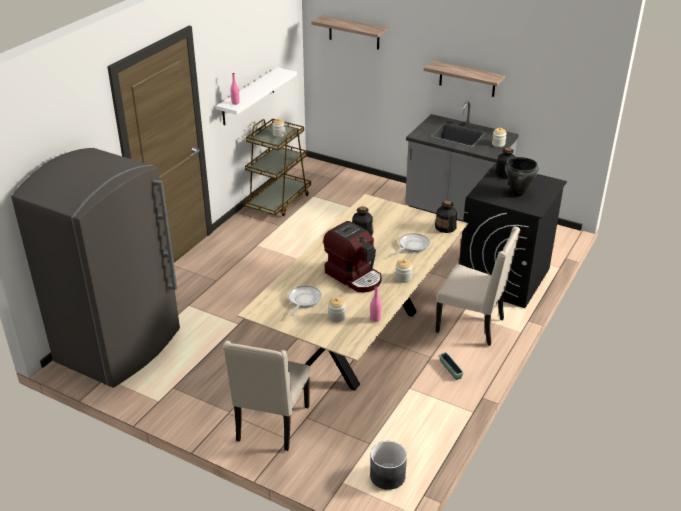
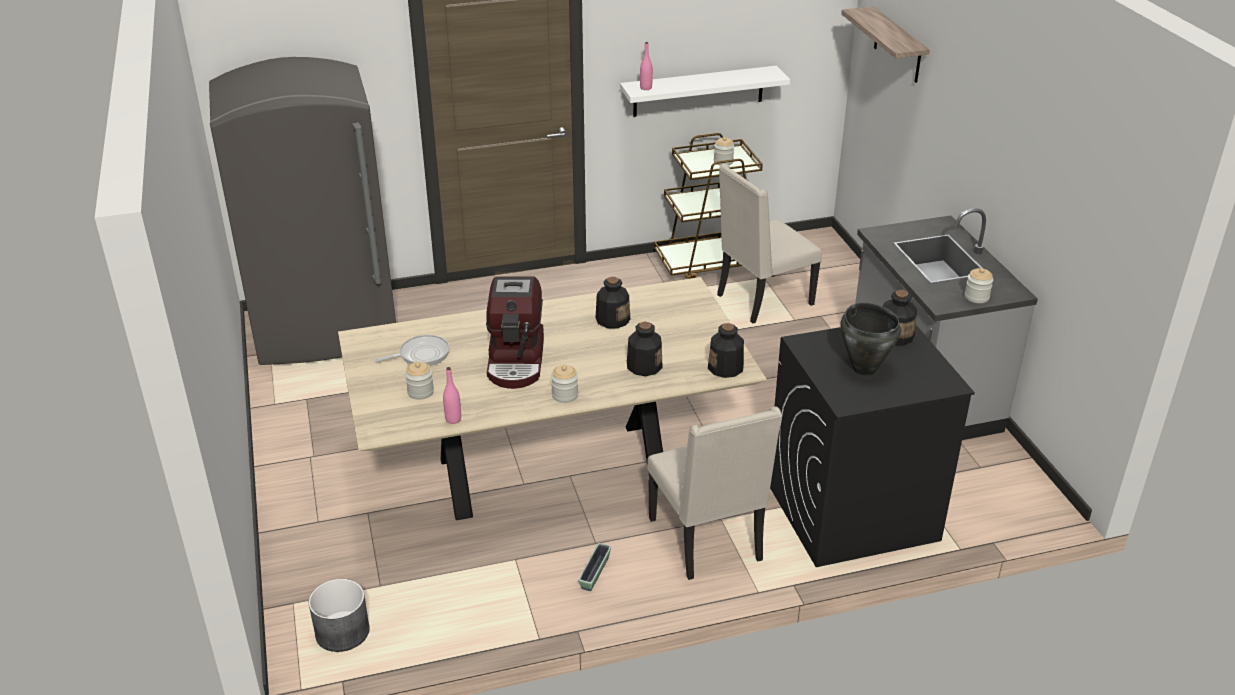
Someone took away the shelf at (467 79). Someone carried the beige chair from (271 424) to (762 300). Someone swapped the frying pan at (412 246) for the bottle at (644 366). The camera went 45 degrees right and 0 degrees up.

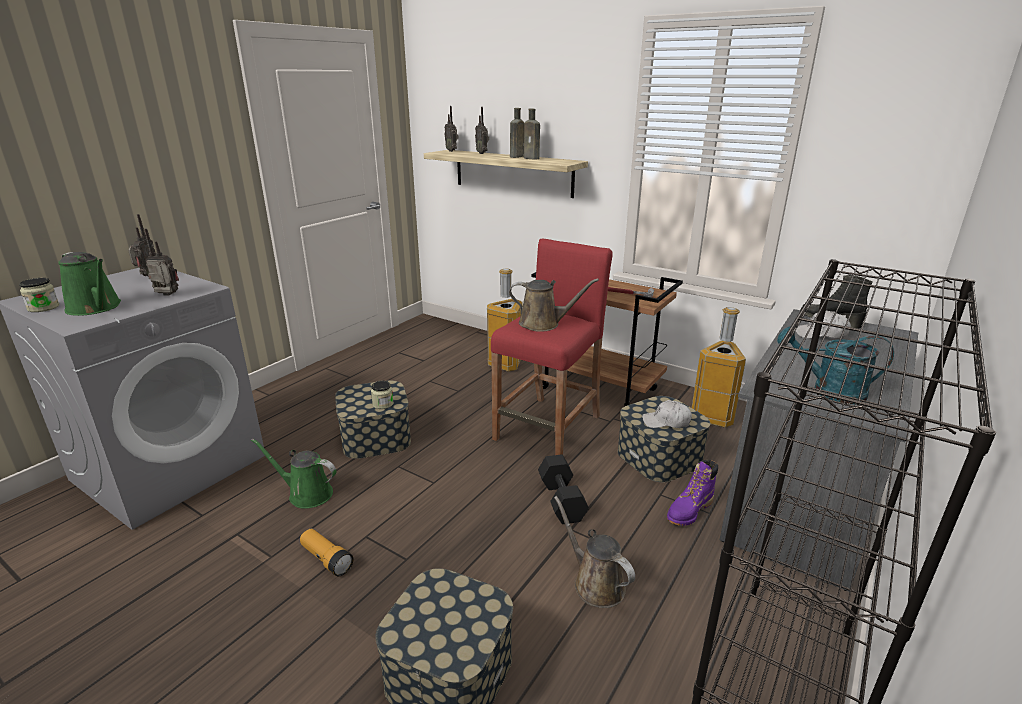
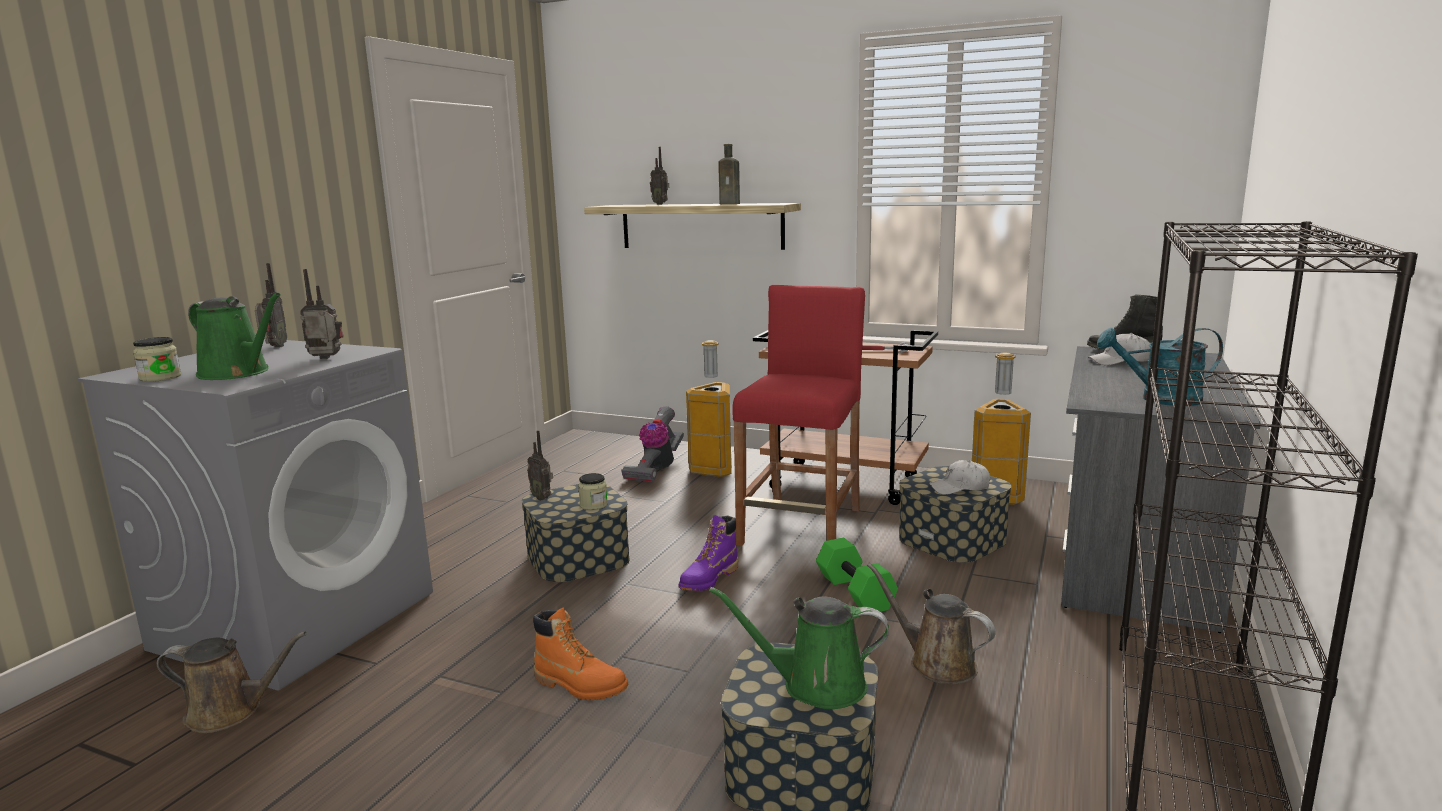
Someone took away the brown bottle at (516 157). Someone put down the vacuum cleaner at (656 469). Someone carried the green watering can from (306 494) to (815 685). Someone carried the radio from (452 151) to (542 498). Someone carried the brown watering can from (543 324) to (231 711). Someone carried the purple boot from (689 511) to (709 579). Someone swapped the flashlight at (326 559) for the orange boot at (580 685). Someone repainted the black dumbbell at (560 500), which became the green dumbbell at (853 592). The camera went 10 degrees left and 10 degrees down.

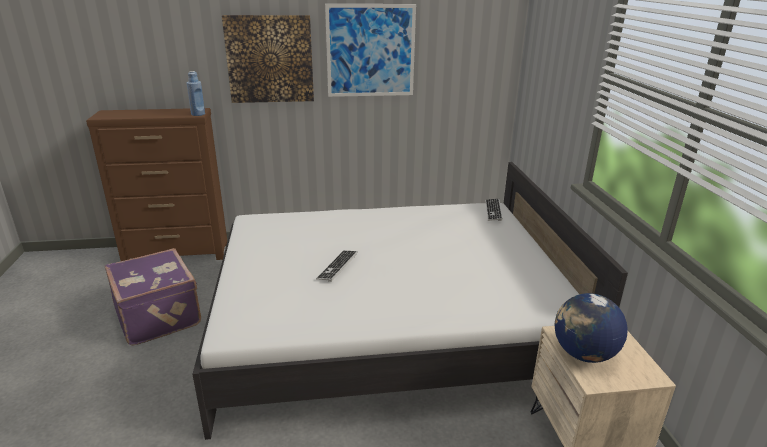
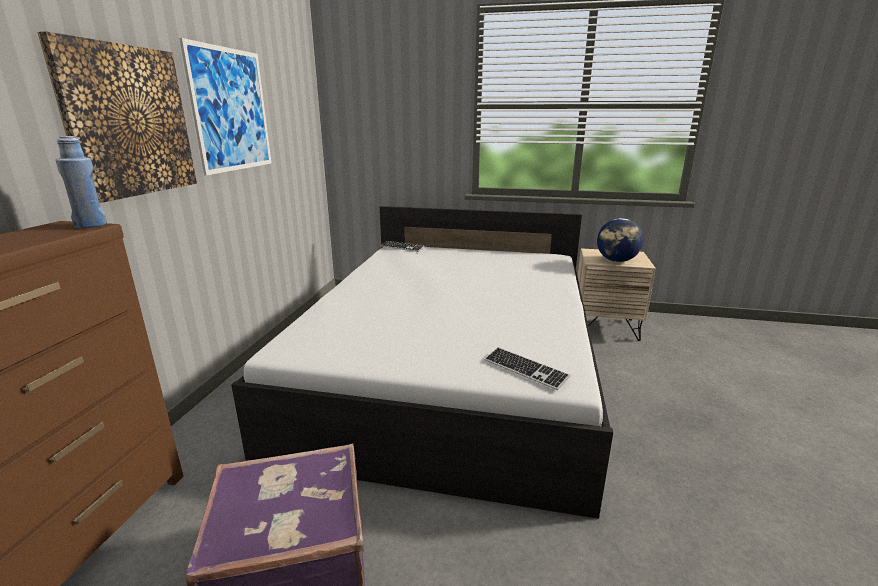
Someone carried the keyboard from (337 266) to (525 370). The camera went 70 degrees left and 5 degrees down.

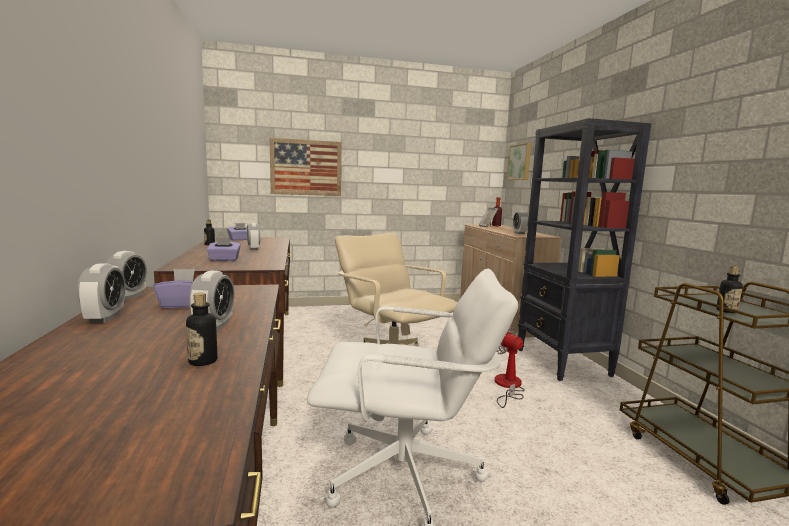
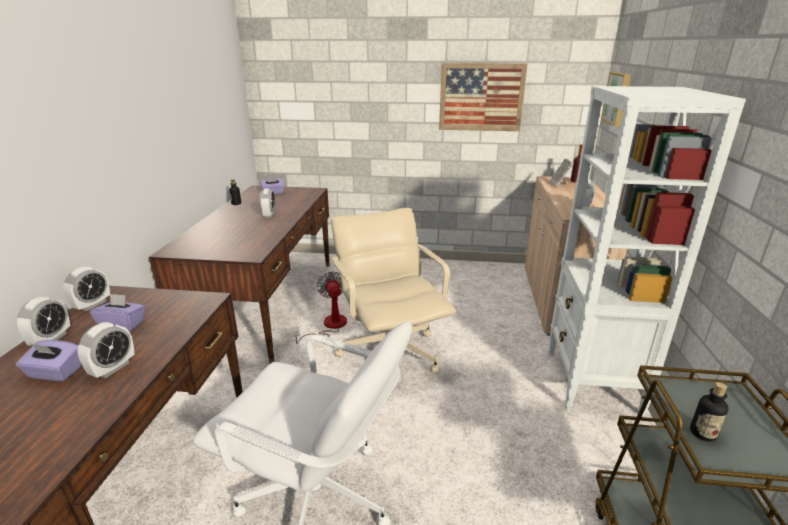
Someone took away the bottle at (203 361). Someone carried the purple tissue box from (224 260) to (55 373). Someone carried the picture from (306 167) to (481 97). Someone carried the fan from (507 386) to (329 326). Someone repainted the black bookcase at (562 362), which became the white bookcase at (592 382). The camera went 20 degrees right and 15 degrees up.

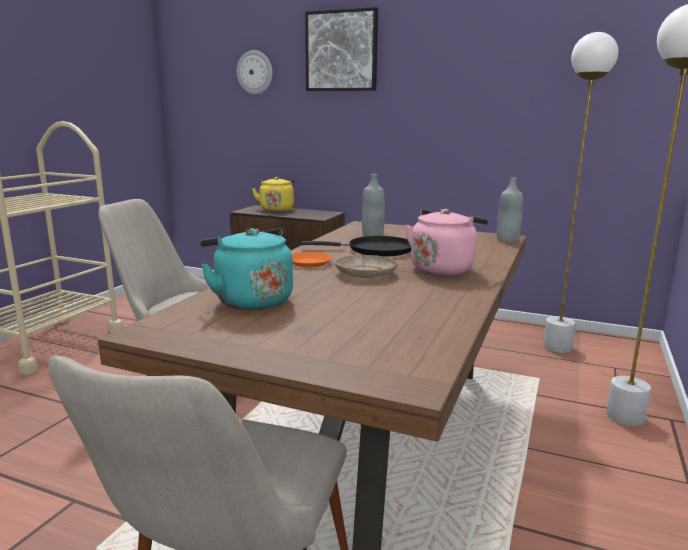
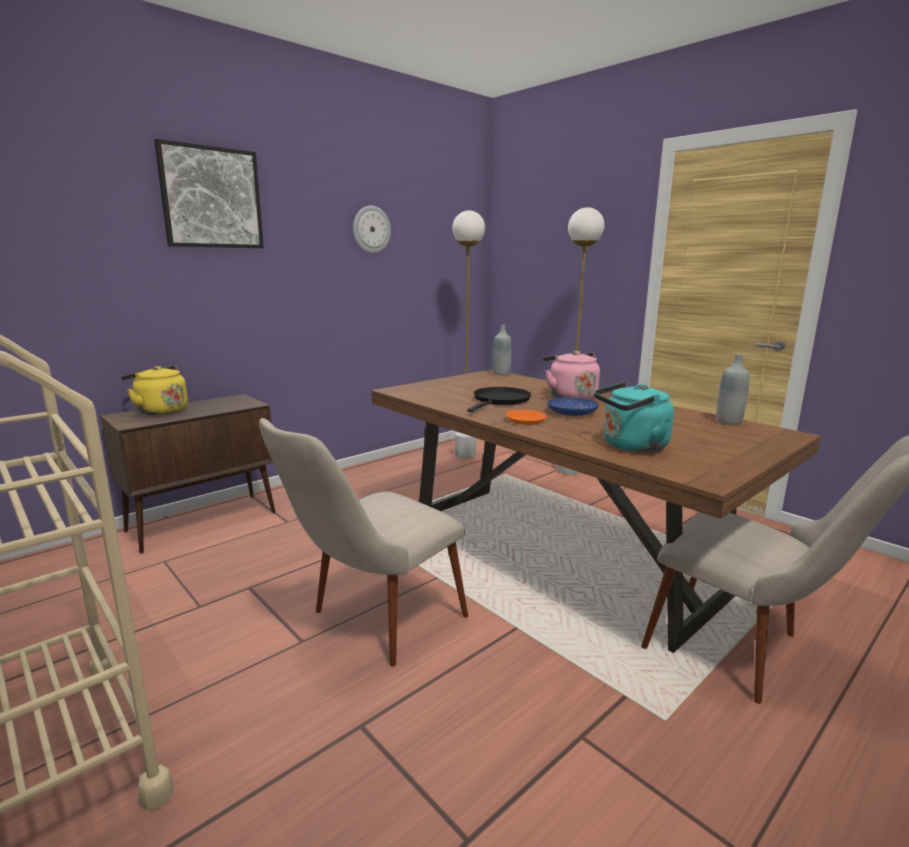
Someone carried the wall clock from (255 72) to (371 229). Someone carried the grey bottle from (372 234) to (728 422). Someone repainted the beige plate at (365 274), which became the blue plate at (571 412). The camera went 65 degrees left and 0 degrees up.

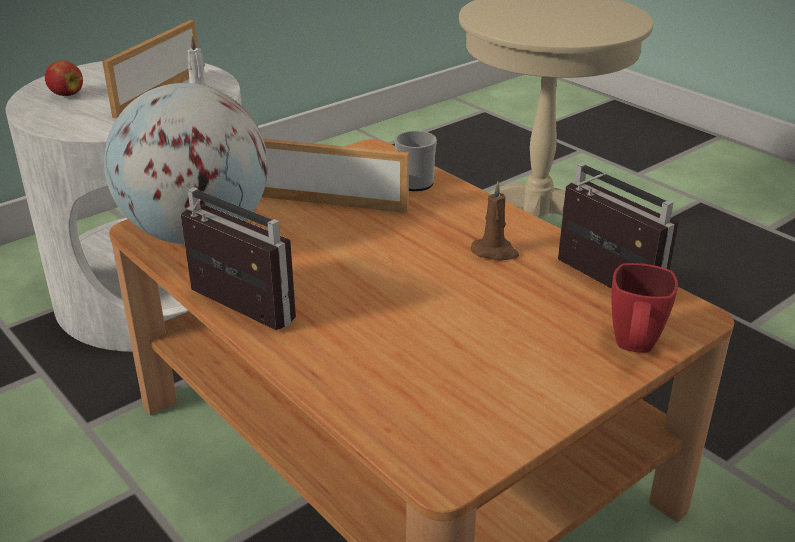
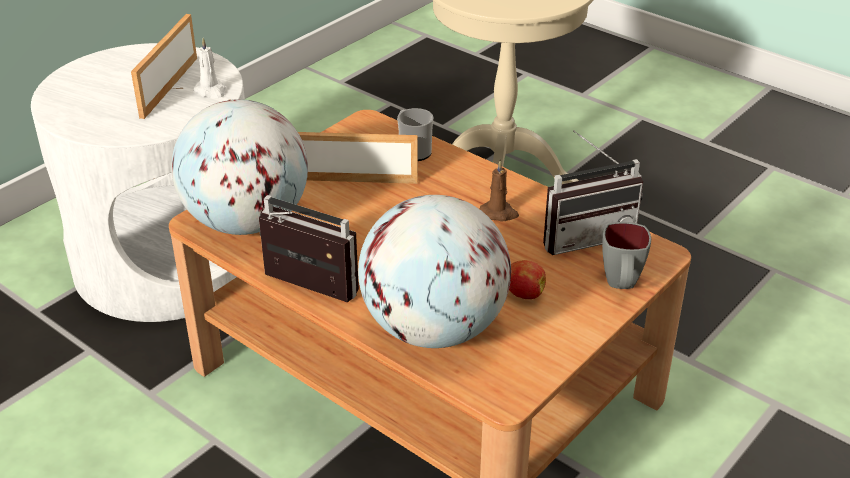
Someone put down the globe at (434 329). Someone carried the apple from (66 94) to (524 294). Someone repainted the red mug at (634 348), which became the grey mug at (621 286). Someone rotated the radio at (597 285) by 120 degrees clockwise. The camera went 10 degrees left and 5 degrees up.

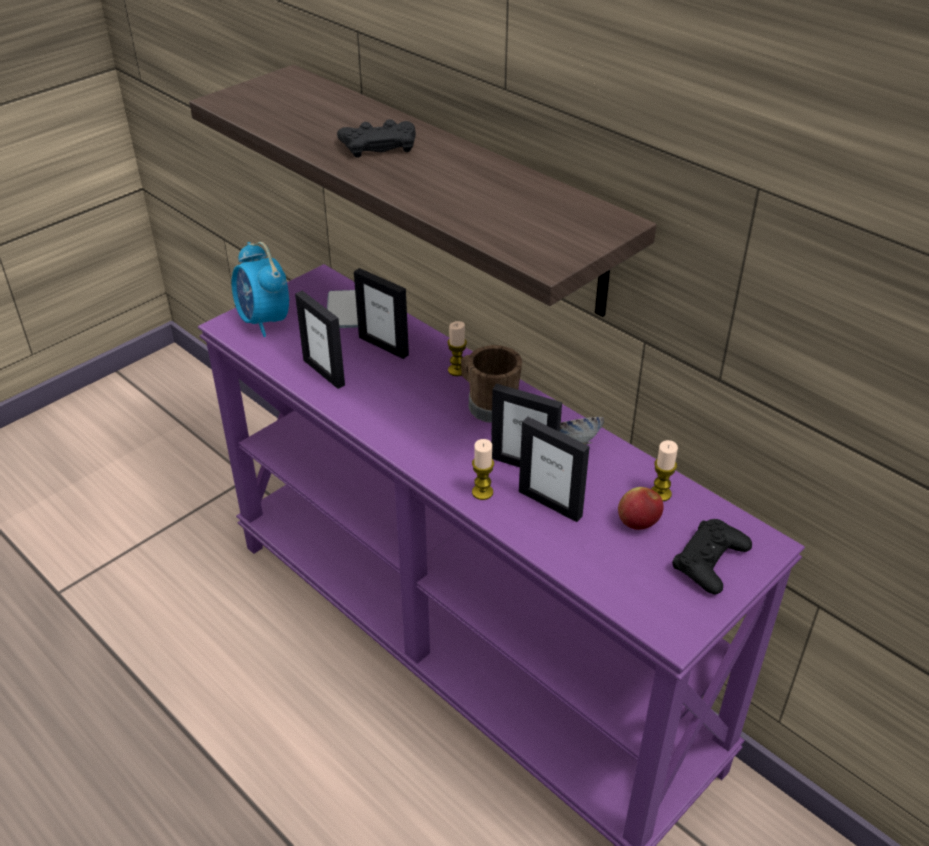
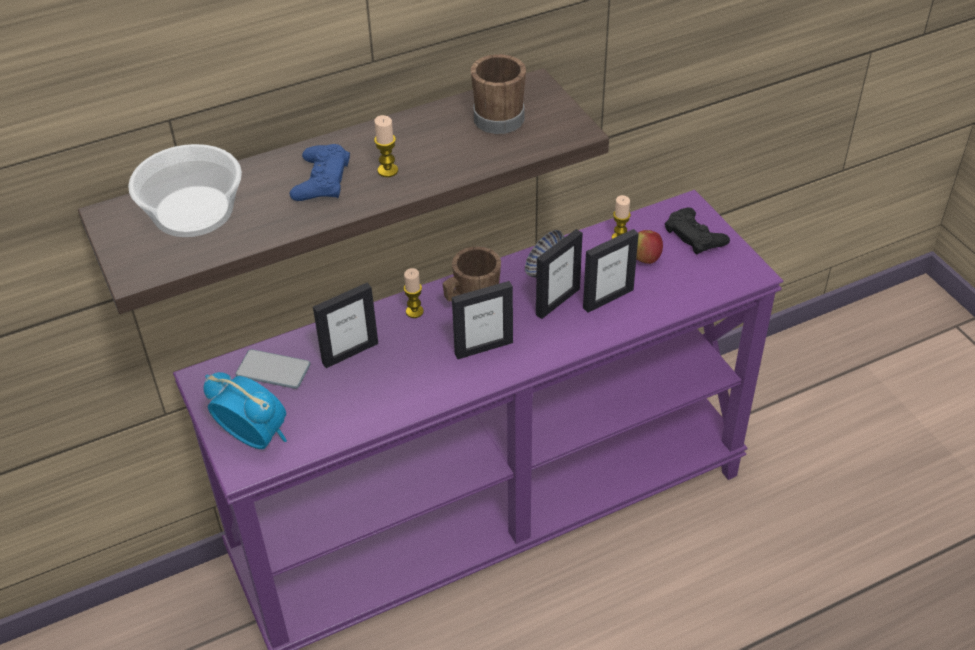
Someone put down the bowl at (192 212). Someone put down the brown mug at (499 115). Someone carried the picture frame from (324 372) to (483 348). Someone carried the candle from (482 492) to (387 170). Someone repainted the black game controller at (378 145), which became the blue game controller at (321 180). Someone rotated the alarm clock at (264 321) by 135 degrees counterclockwise. The camera went 70 degrees left and 5 degrees up.

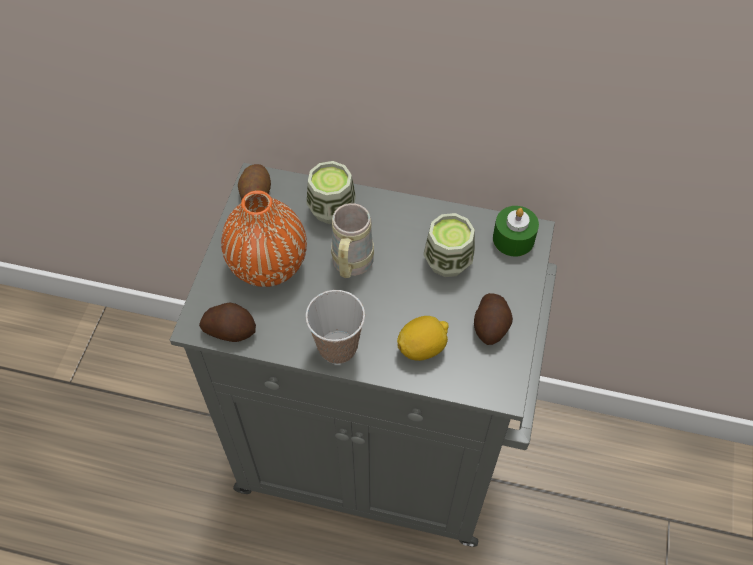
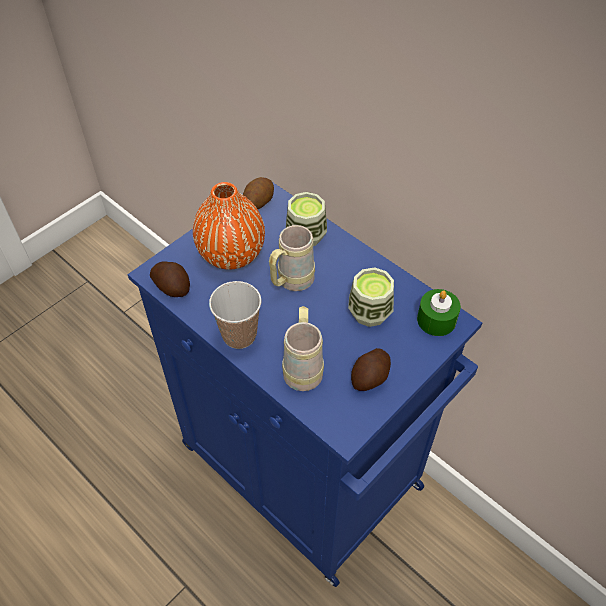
Someone swapped the lemon at (422 347) for the beige mug at (303 367). Someone repainted the grey cabinet at (377 449), which became the blue cabinet at (305 470). The camera went 30 degrees right and 5 degrees down.

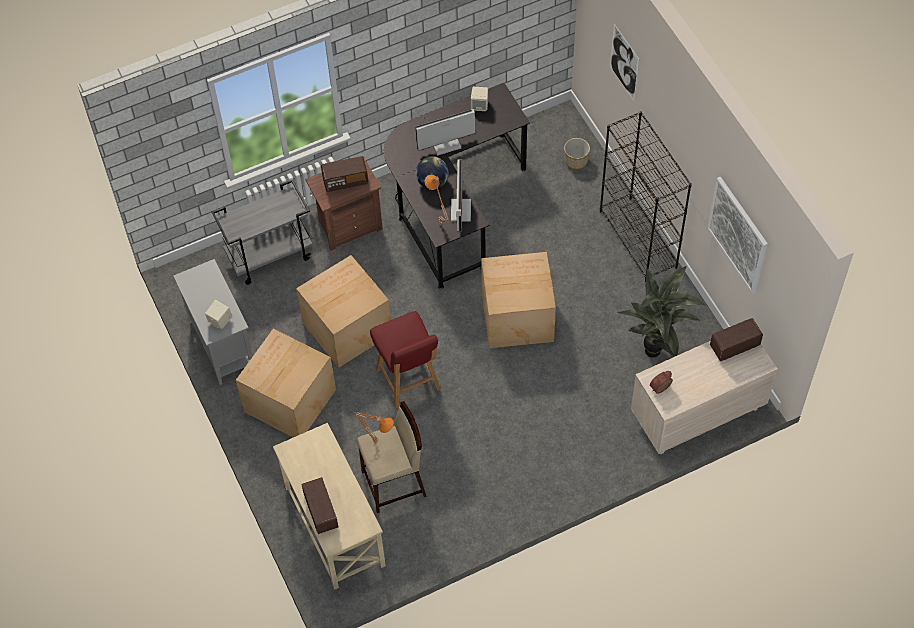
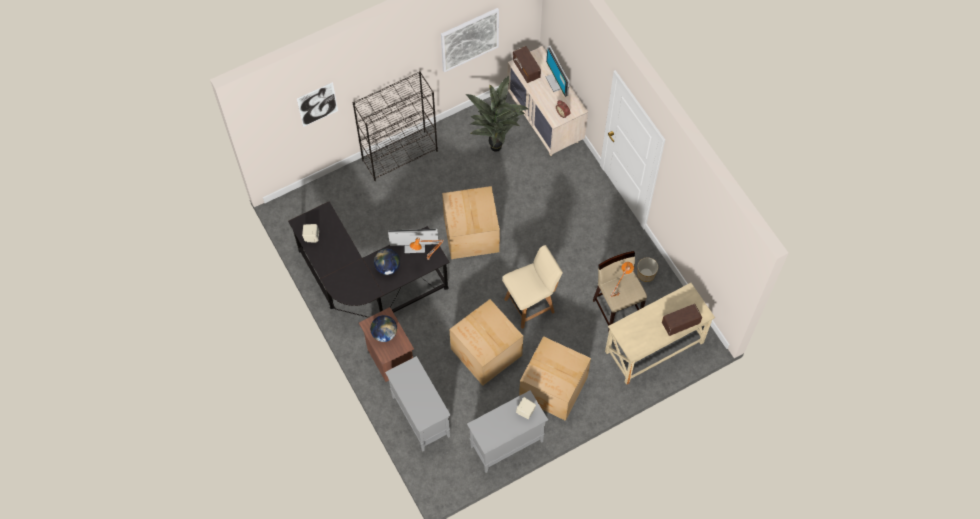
Someone carried the monitor from (446 145) to (557 82). Someone carried the planter from (575 161) to (646 274). Someone swapped the grey cart at (270 255) for the grey cabinet at (420 416). Someone swapped the radio at (345 181) for the globe at (384 333). Someone repainted the red chair at (408 381), which became the beige chair at (530 305). The camera went 95 degrees left and 5 degrees up.

